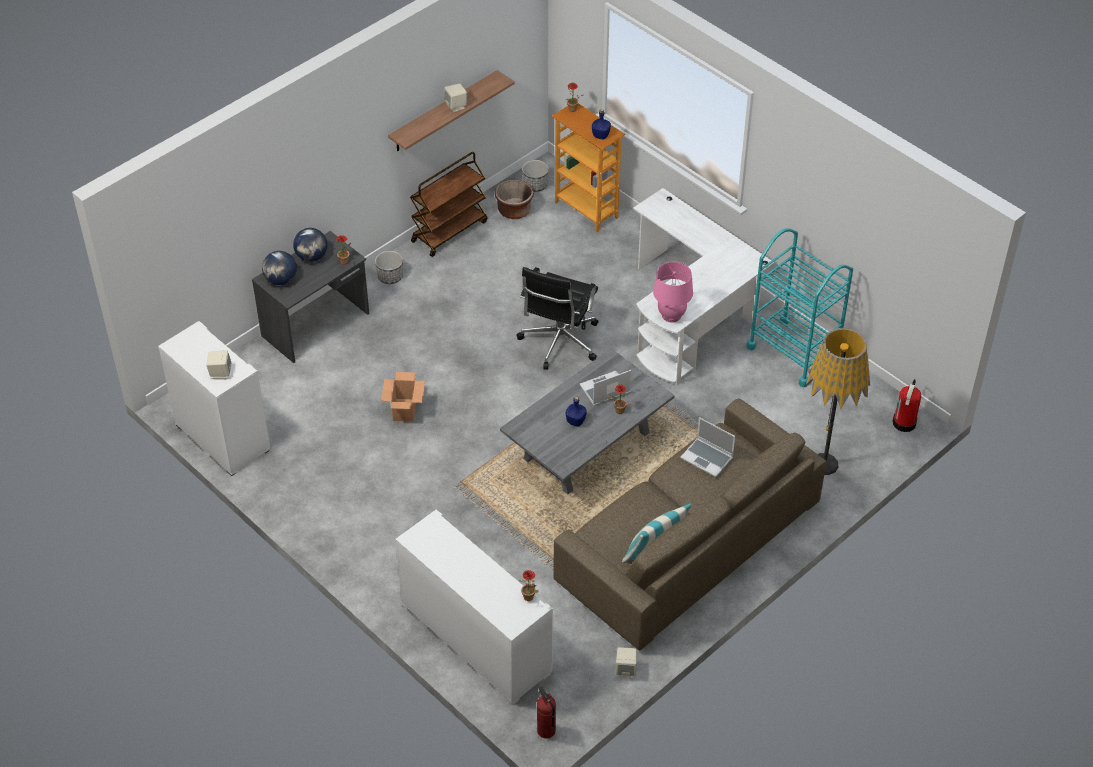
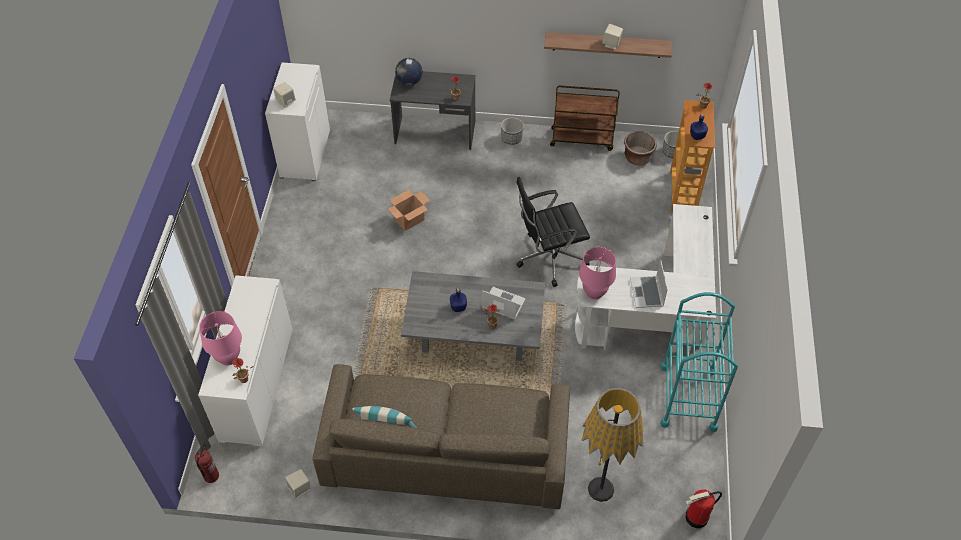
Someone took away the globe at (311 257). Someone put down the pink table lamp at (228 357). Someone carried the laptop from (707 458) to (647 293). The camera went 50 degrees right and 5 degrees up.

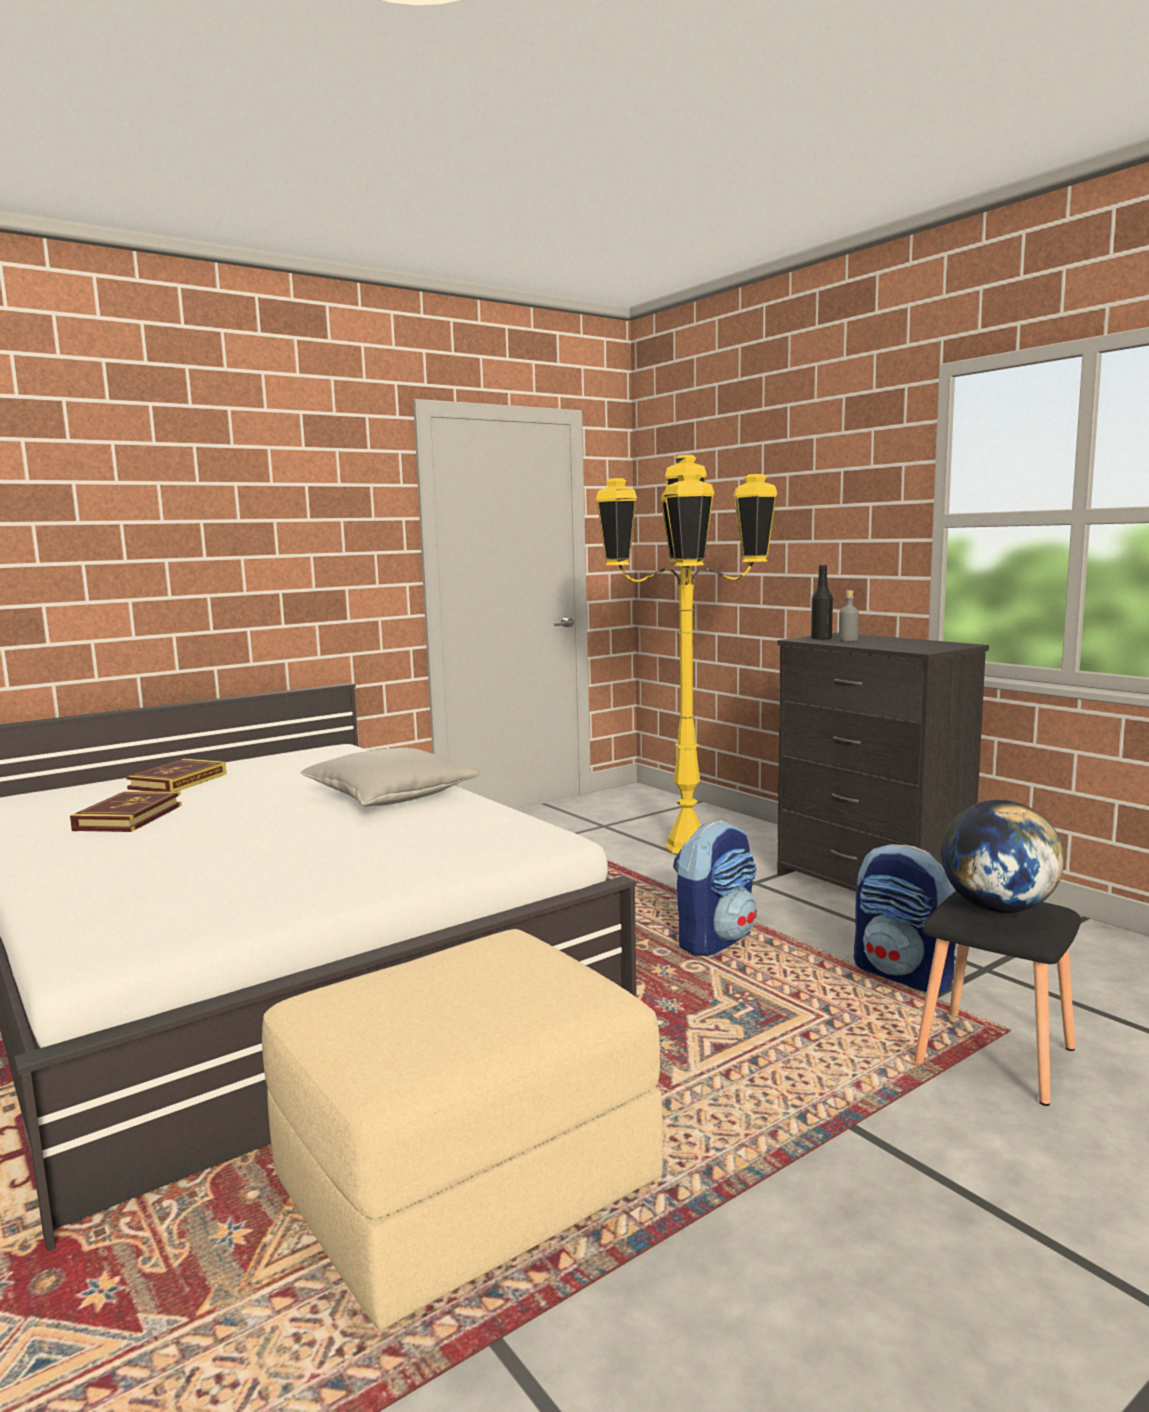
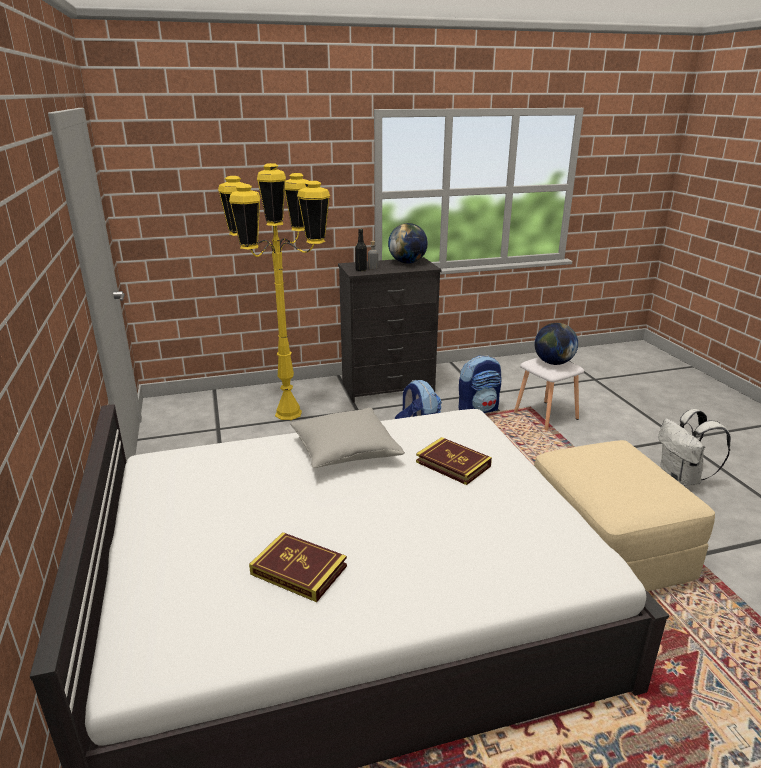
Someone put down the globe at (407 262). Someone put down the white backpack at (682 479). Someone carried the book from (178 781) to (453 464). Someone repainted the black stool at (992 1056), which became the white stool at (545 416). The camera went 70 degrees left and 15 degrees up.

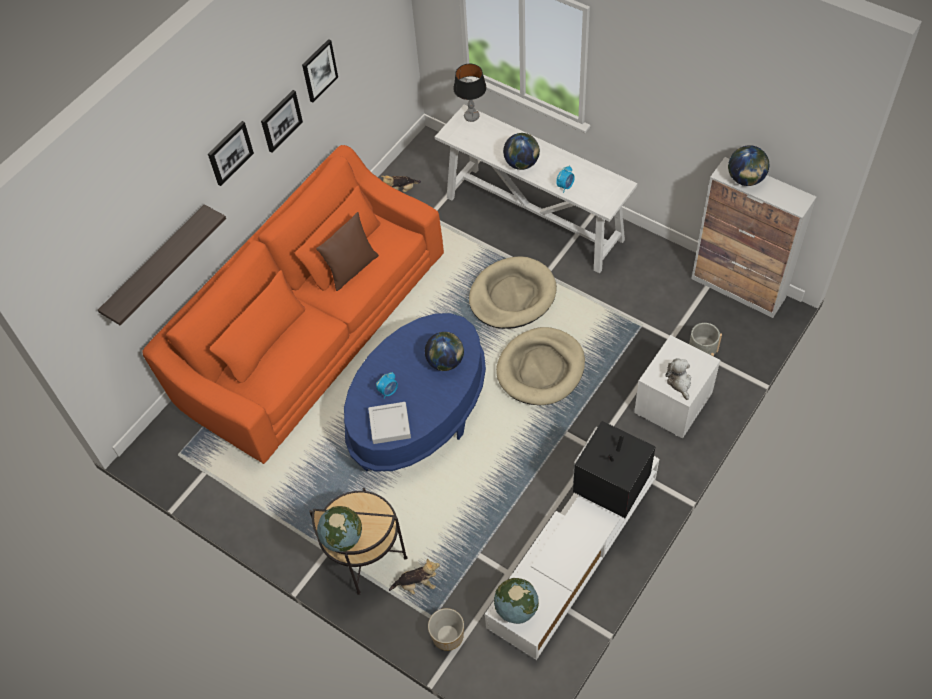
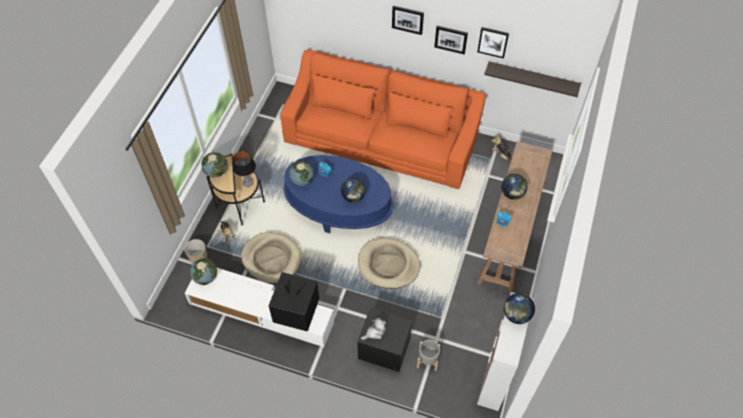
Someone took away the brown pillow at (351 269). Someone carried the shelf from (156 265) to (532 78). Someone carried the table lamp from (471 116) to (248 183). Someone carried the beige dog bed from (512 296) to (272 259). Someone swapped the grey tray at (390 425) for the globe at (302 180). Someone repainted the white console table at (535 219), which became the brown console table at (509 235). Someone repainted the white nightstand at (673 404), which became the black nightstand at (383 349). The camera went 70 degrees right and 0 degrees up.

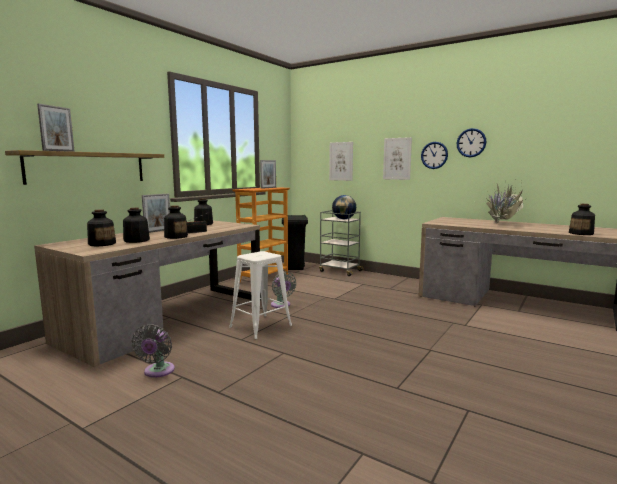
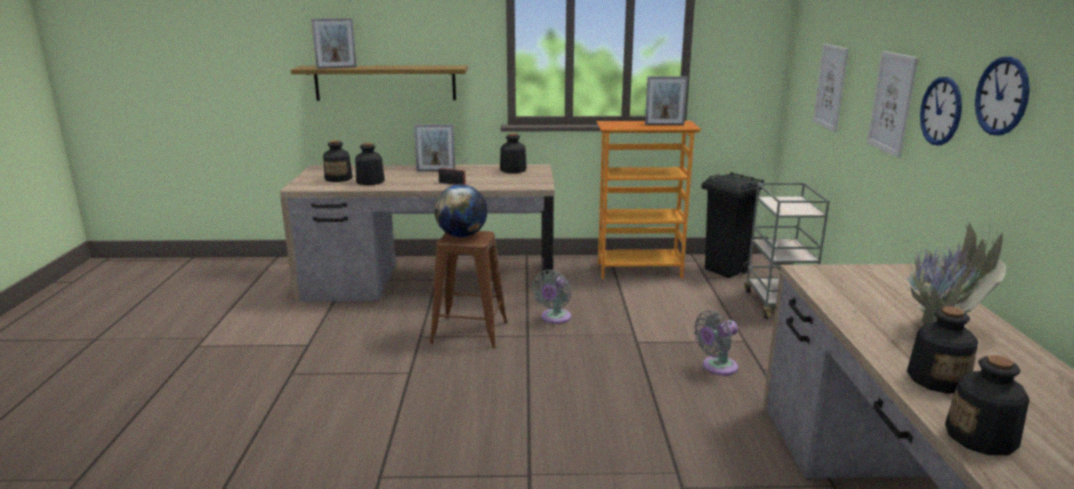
Someone carried the grey fan from (158 372) to (717 367). Someone carried the bottle from (176 236) to (937 379). Someone carried the globe from (344 219) to (462 235). Someone repainted the white stool at (260 326), which became the brown stool at (469 332). The camera went 55 degrees right and 10 degrees up.

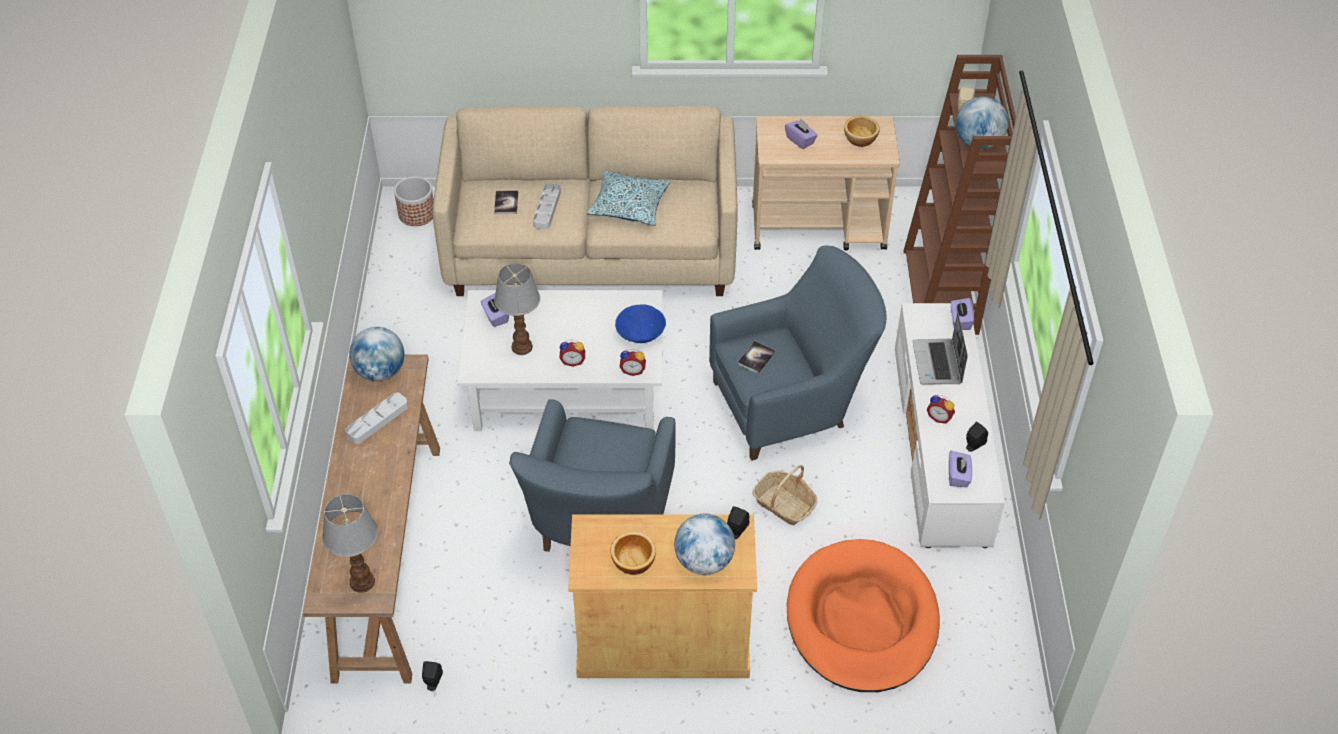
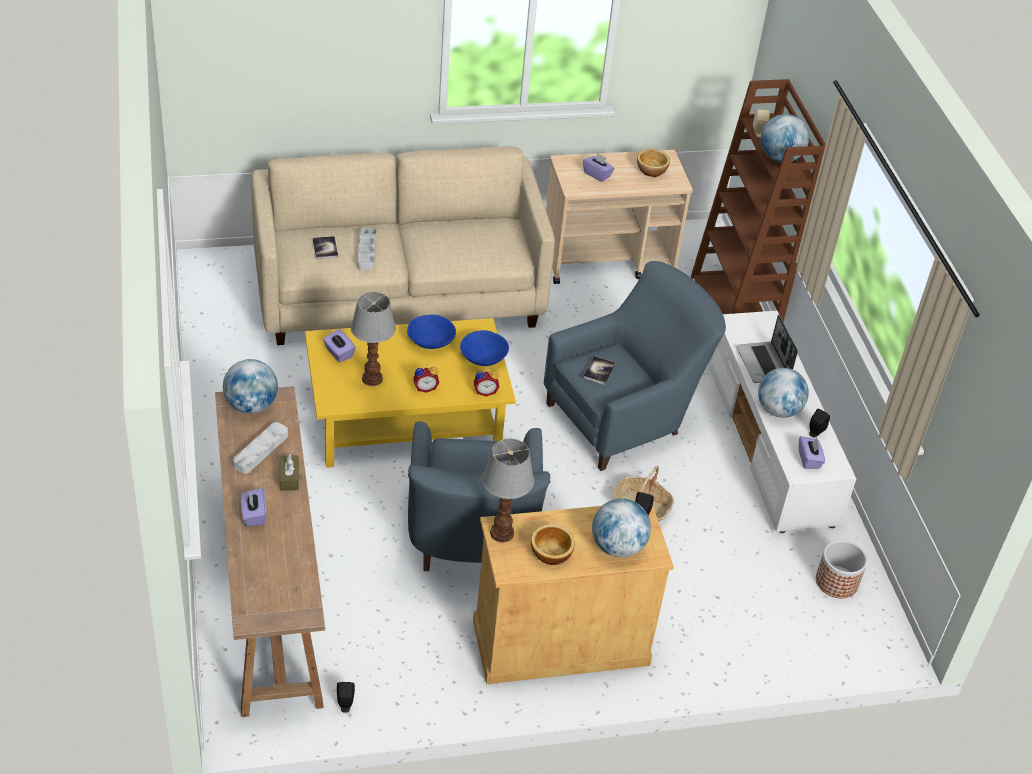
Someone took away the pillow at (629 205). Someone took away the orange dog bed at (862 620). Someone put down the brown tissue box at (289 478). Someone put down the blue bowl at (430 342). Someone carried the table lamp from (363 582) to (502 533). Someone carried the planter from (417 214) to (836 582). Someone carried the purple tissue box from (960 321) to (254 515). Someone swapped the alarm clock at (939 417) for the globe at (778 410). Someone repainted the white coffee table at (566 385), which became the yellow coffee table at (406 418). The camera went 15 degrees left and 5 degrees down.

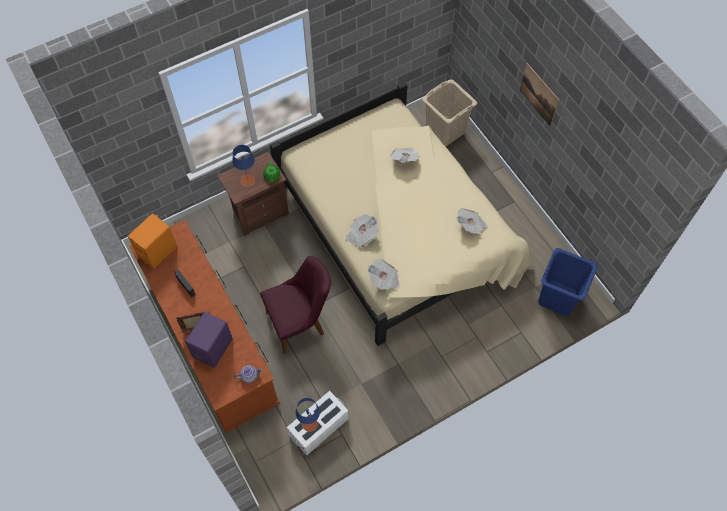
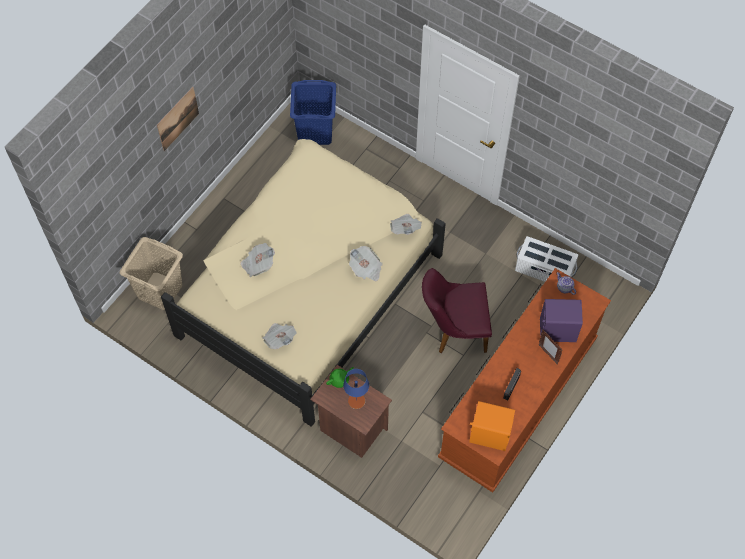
Someone took away the blue table lamp at (309 423). Someone carried the newspaper from (471 225) to (279 339). Someone rotated the purple chair at (300 322) by 45 degrees counterclockwise. The camera went 115 degrees left and 0 degrees up.

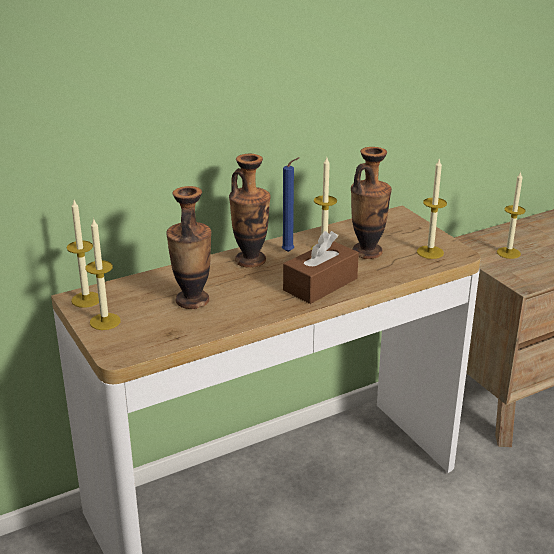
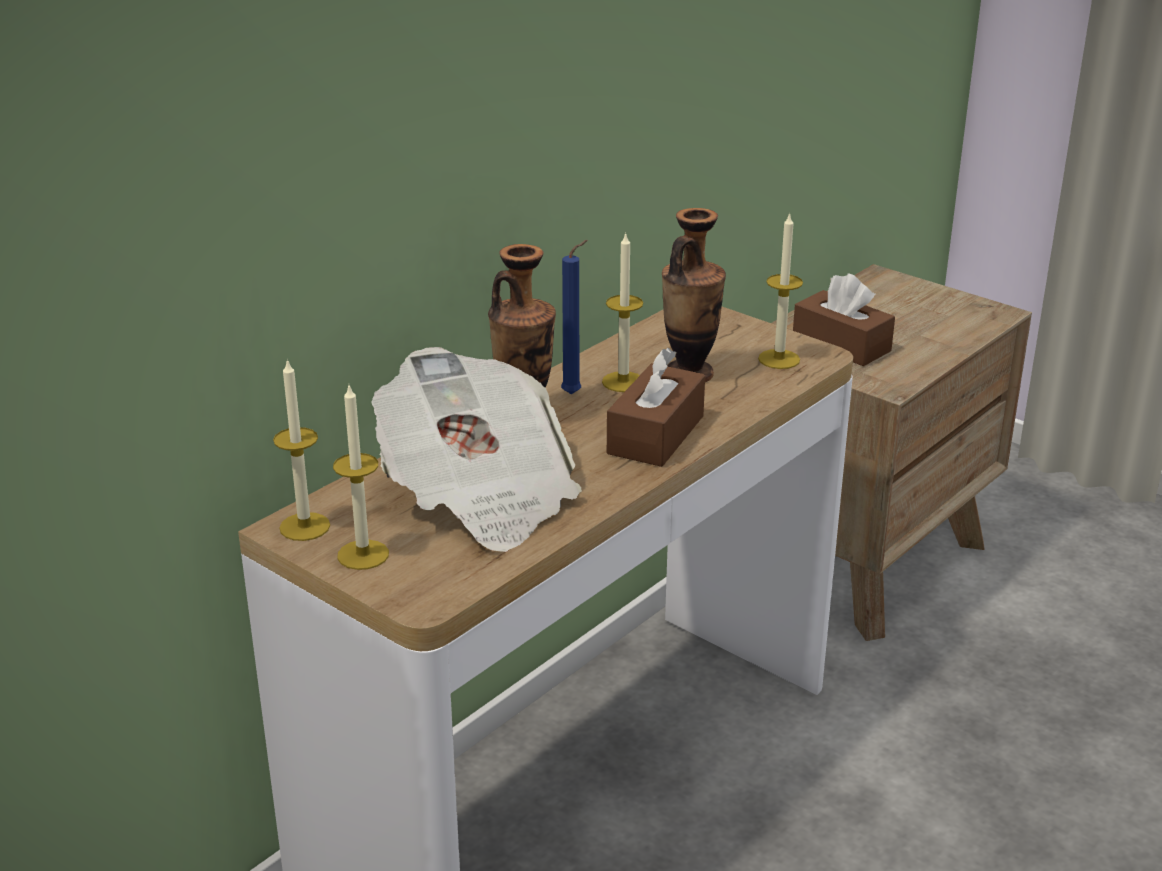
Someone swapped the vase at (192 300) for the newspaper at (479 495). Someone swapped the candle at (508 253) for the brown tissue box at (841 345). The camera went 20 degrees left and 0 degrees up.

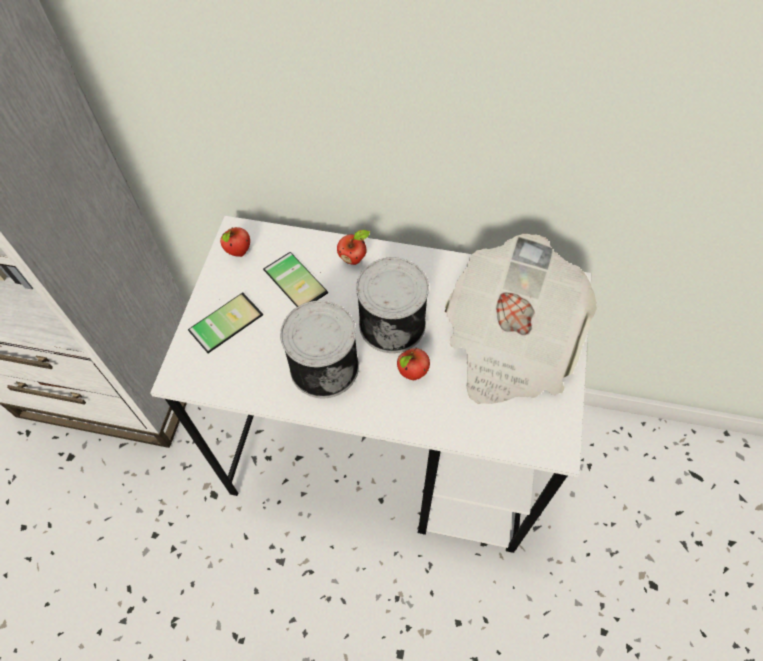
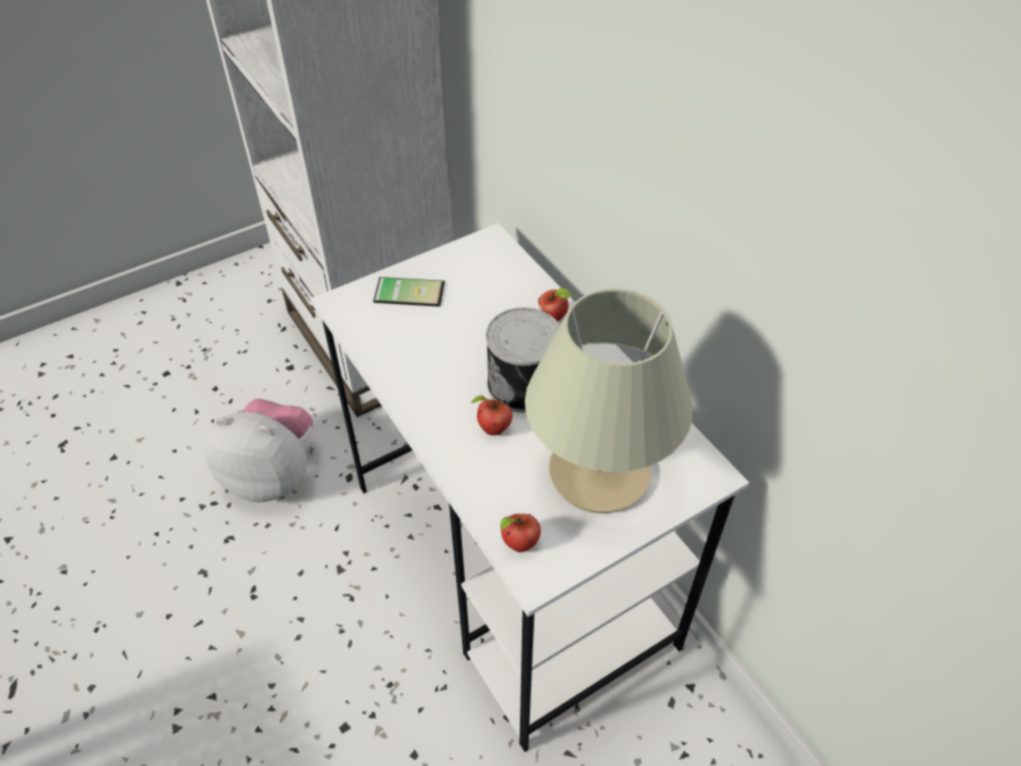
Someone took away the phone at (298 279). Someone took away the can at (324 365). Someone put down the plush toy at (273 474). Someone carried the apple from (239 253) to (519 545). Someone swapped the newspaper at (509 344) for the beige table lamp at (598 473). The camera went 45 degrees right and 10 degrees down.

